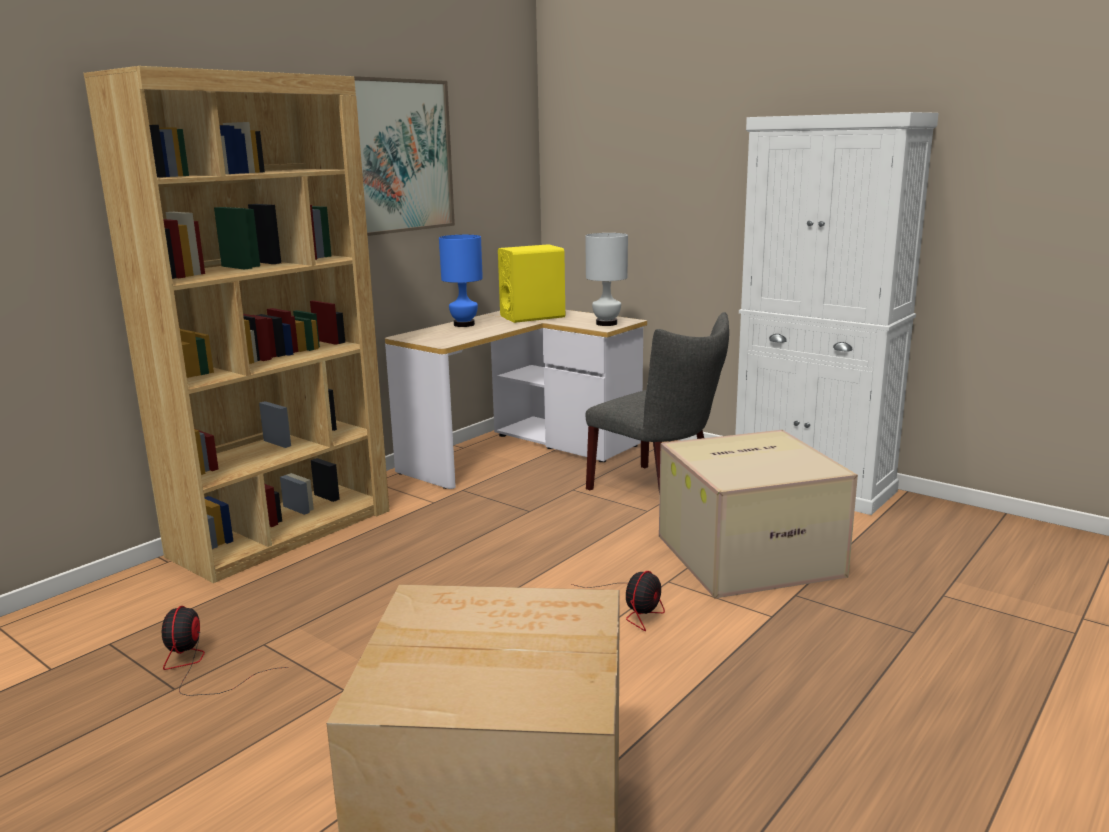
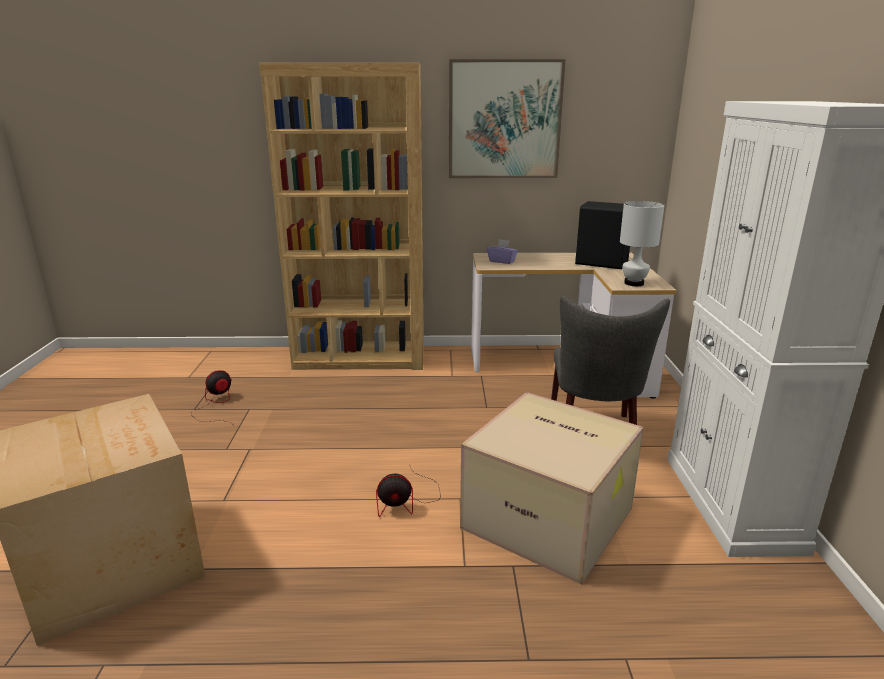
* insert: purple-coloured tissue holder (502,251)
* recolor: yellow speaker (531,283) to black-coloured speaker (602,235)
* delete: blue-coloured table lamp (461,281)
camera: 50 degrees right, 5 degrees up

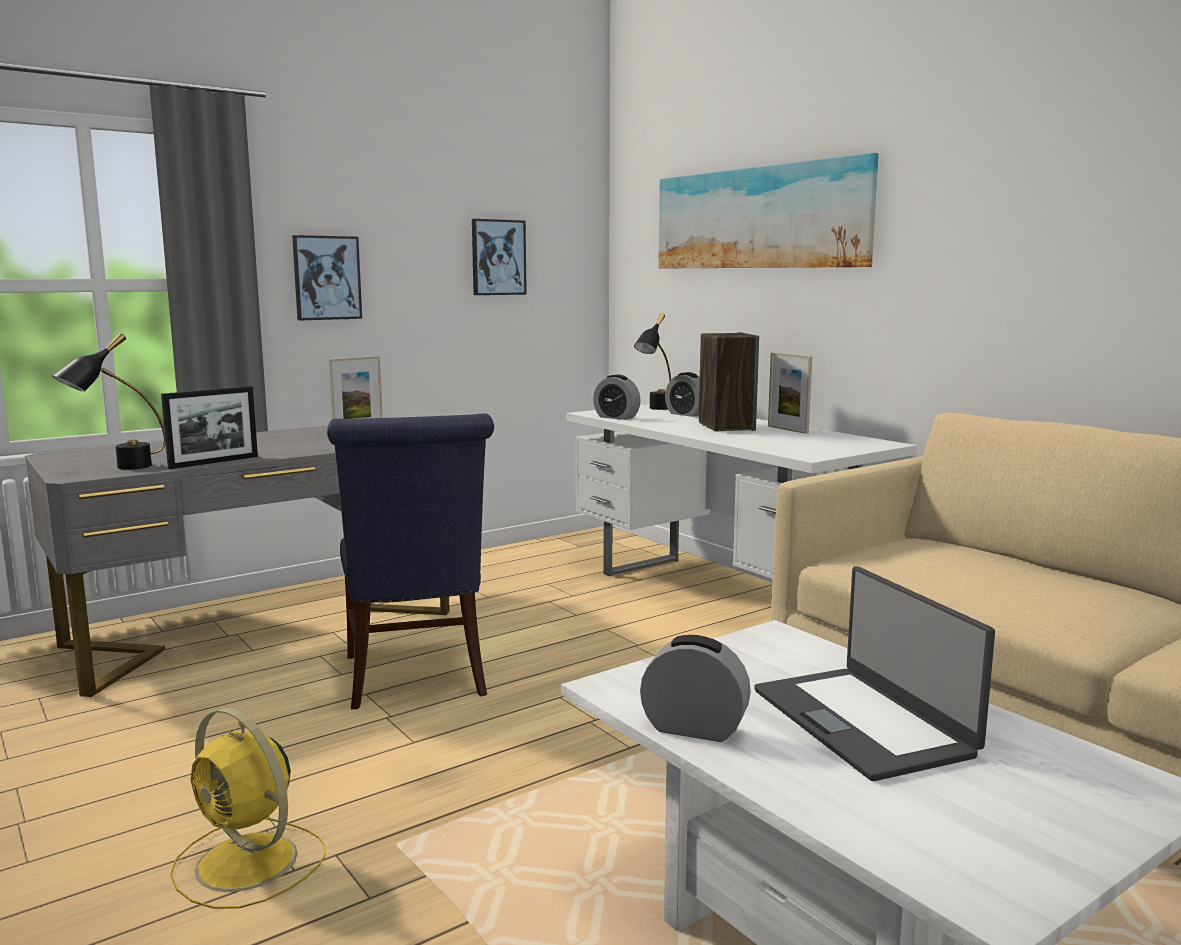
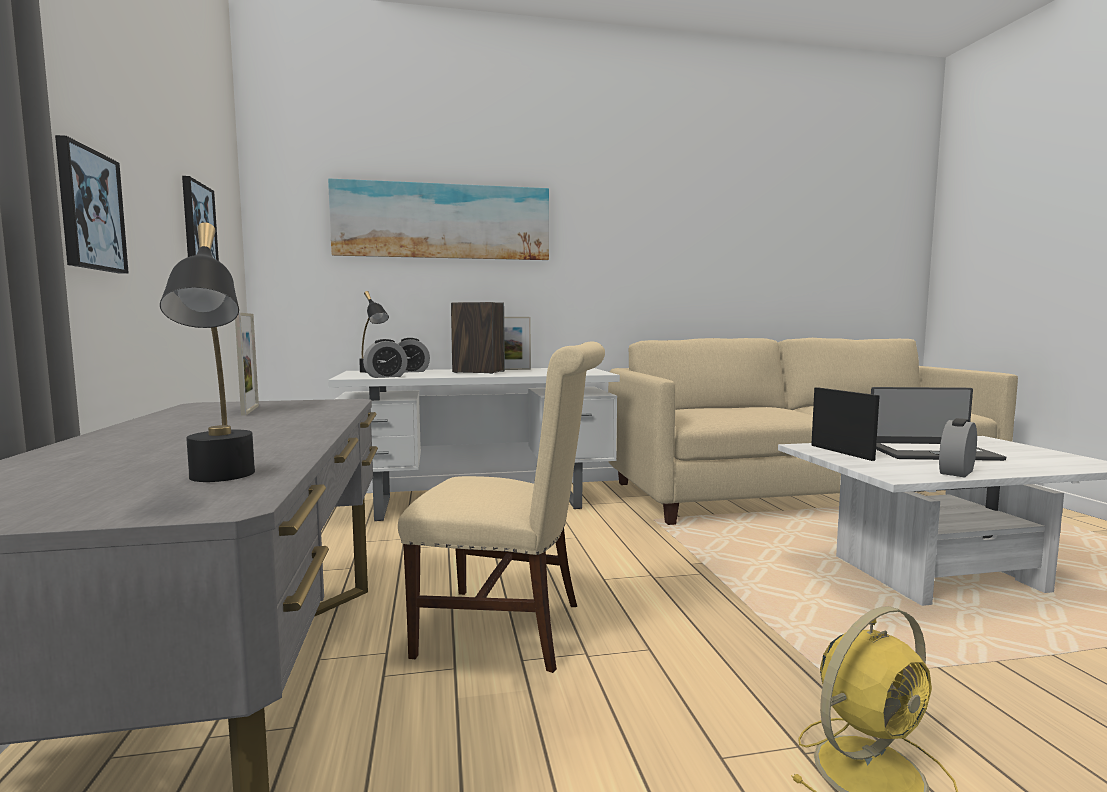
* recolor: blue-coloured plain chair (410,561) to sand-coloured plain chair (501,507)
* move: picture frame (209,427) to (845,424)
camera: 65 degrees left, 5 degrees down

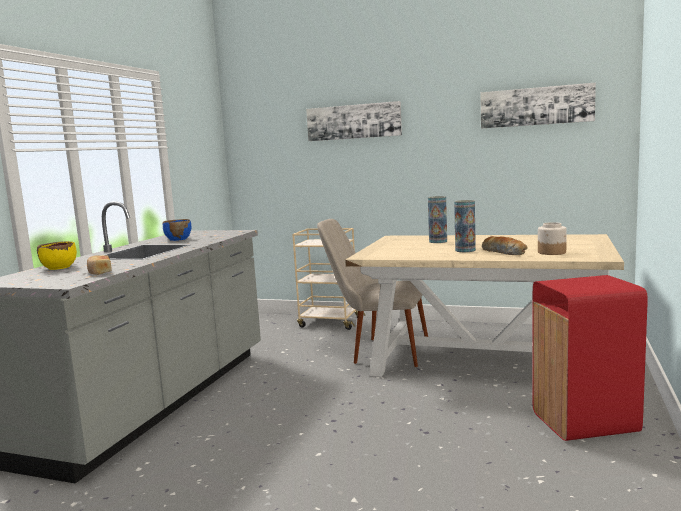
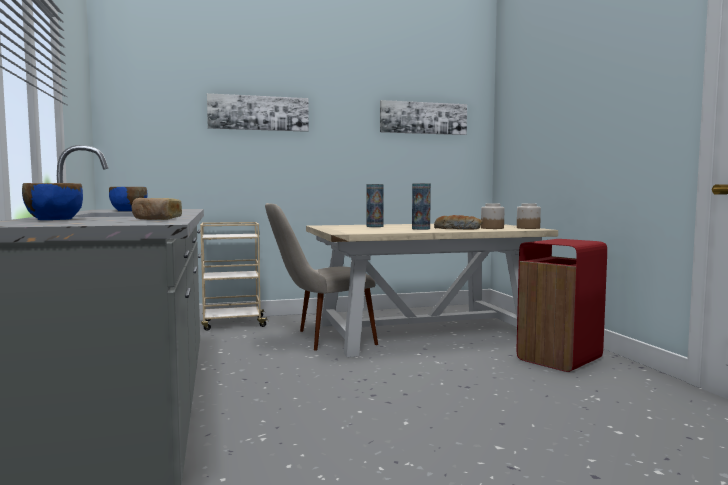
* recolor: yellow deep dish (57,255) to blue-coloured deep dish (52,201)
* insert: jar (529,216)
camera: 35 degrees left, 5 degrees down

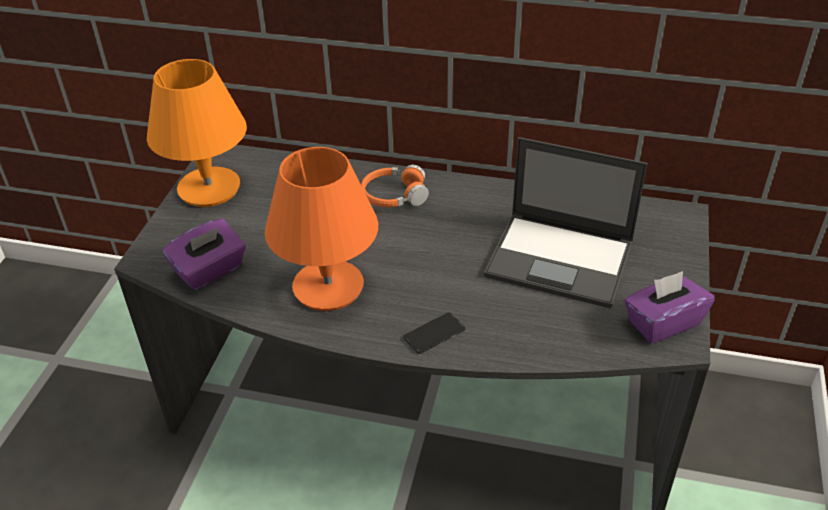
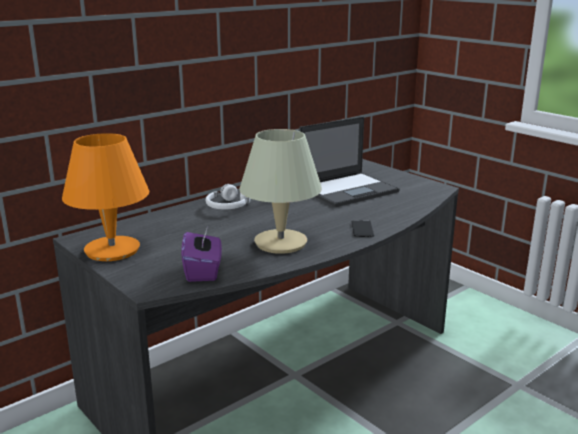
* recolor: orangey headphones (395,186) to whitish headphones (228,196)
* recolor: orangey table lamp (321,229) to sand-coloured table lamp (280,191)
* delete: purple-coloured tissue holder (669,307)
camera: 55 degrees left, 20 degrees down

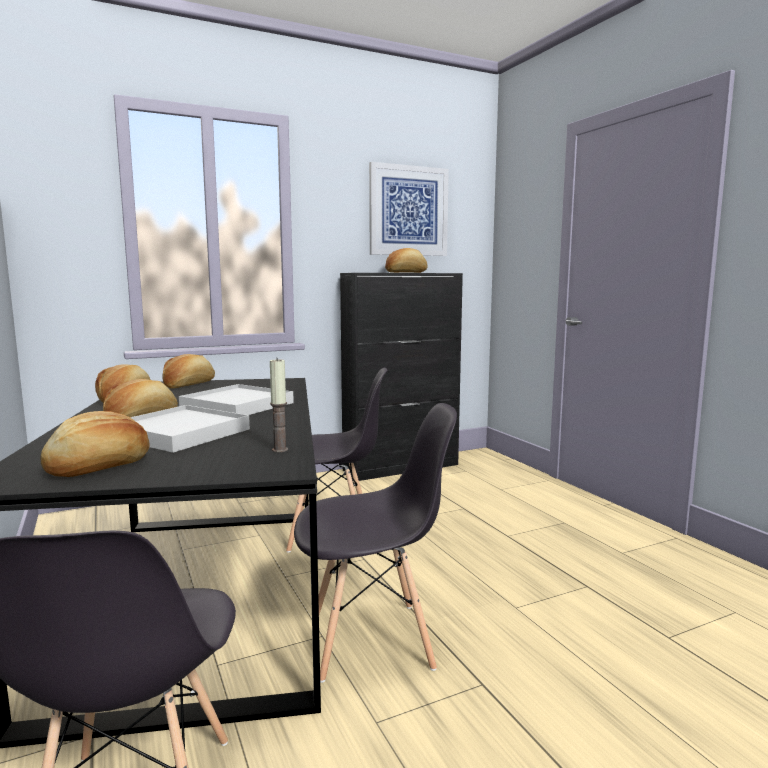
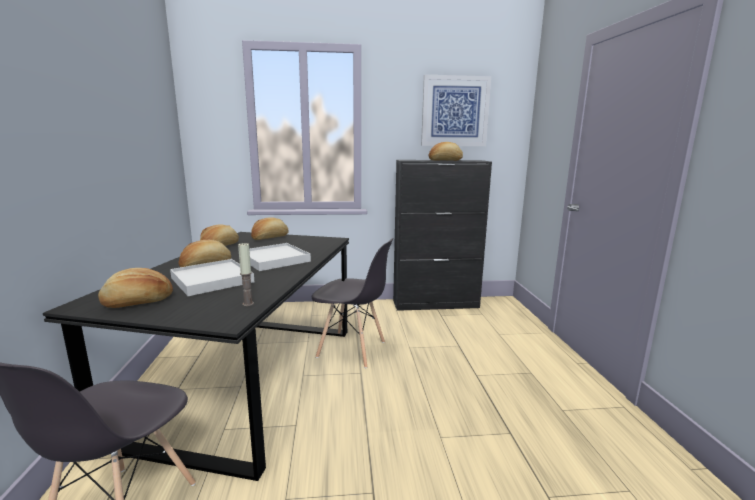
* delete: greyish plain chair (375,543)
camera: 20 degrees right, 5 degrees up

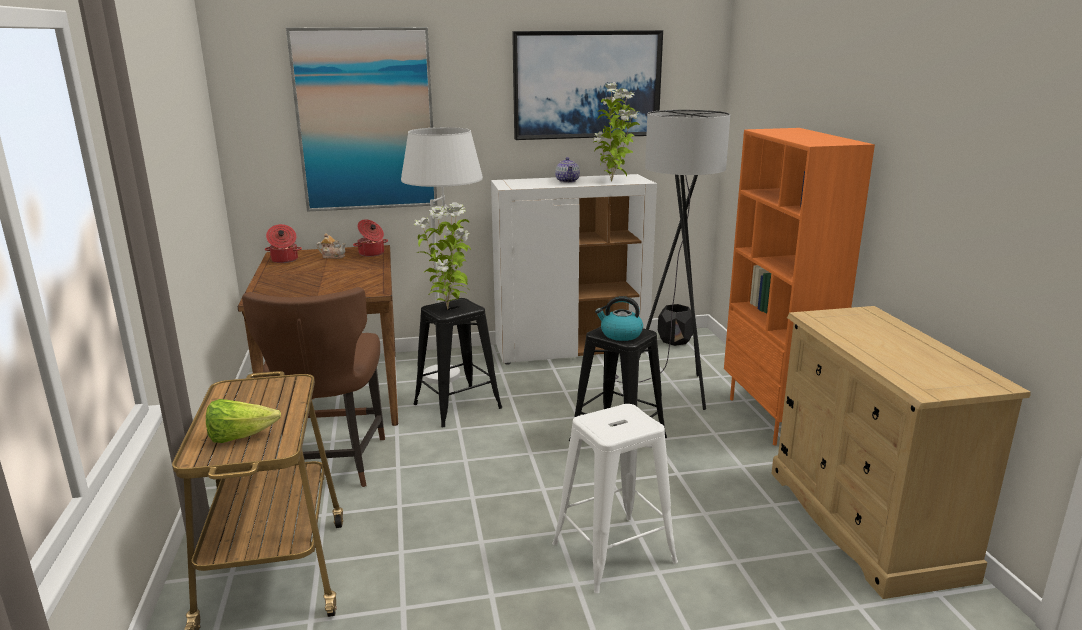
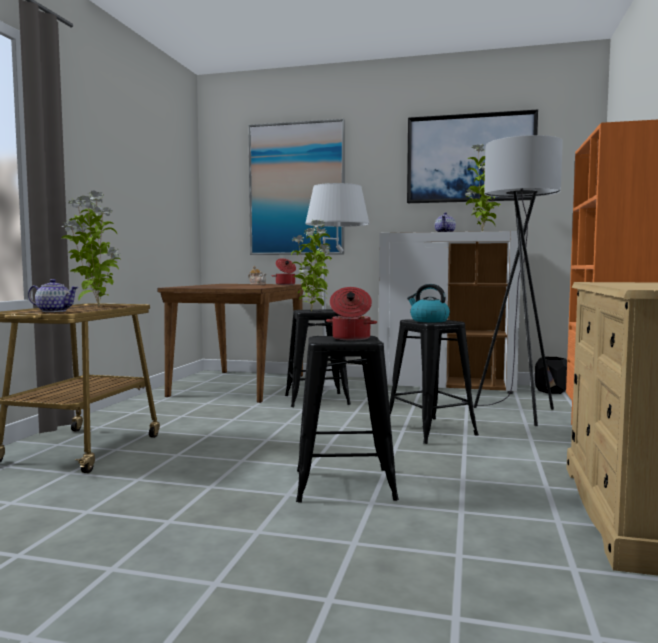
* replace: lettuce (243,421) to pot for tea (53,295)
* insert: plant in a pot (91,249)
* recolor: whitish stool (615,498) to black-coloured stool (347,419)
* move: cooking pot (283,243) to (351,314)
* delete: brown-coloured plain chair (313,387)
camera: 25 degrees right, 15 degrees down

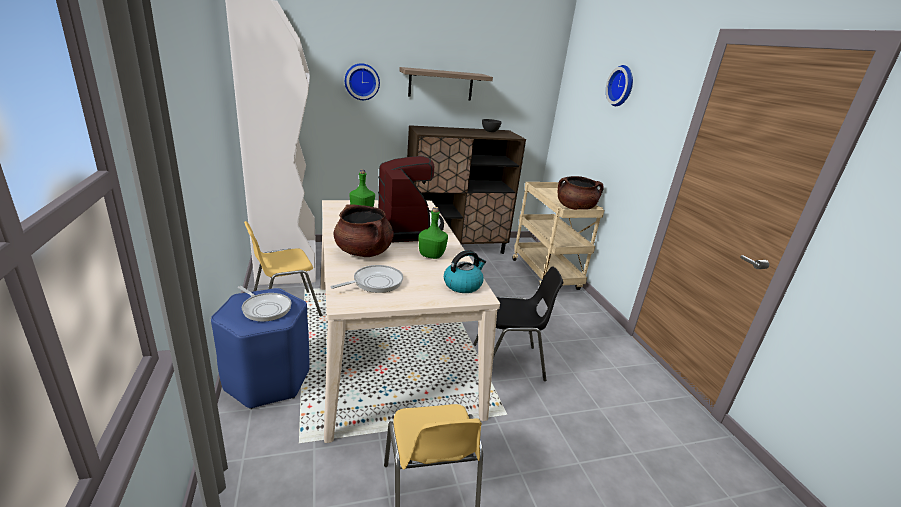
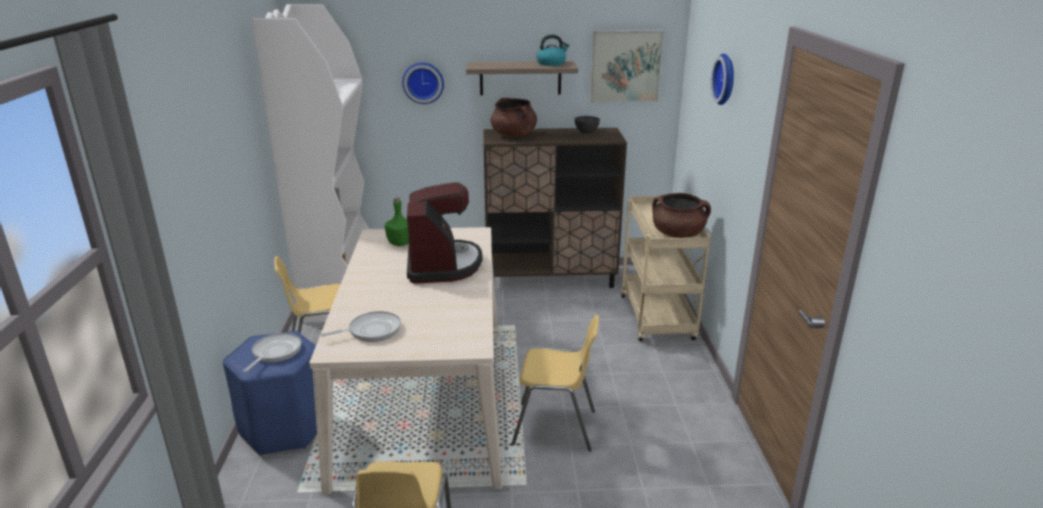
* rotate: frying pan (264,304) = (272,352) 120 degrees counterclockwise
* move: brown-coloured cooking pot (364,230) to (514,118)
* recolor: black-coloured plain chair (518,324) to yellow plain chair (555,383)
* move: water kettle (465,271) to (552,50)
* insert: wall picture (627,66)
* delete: green bottle (433,233)
camera: 15 degrees right, 0 degrees up

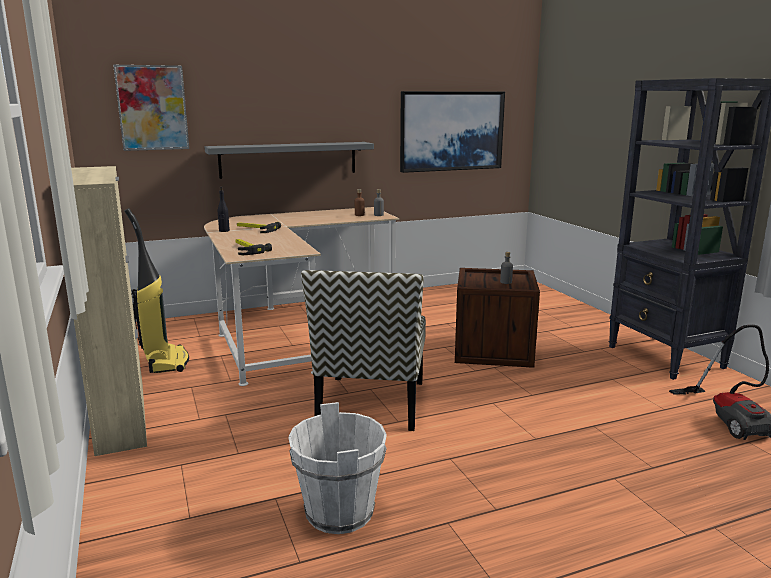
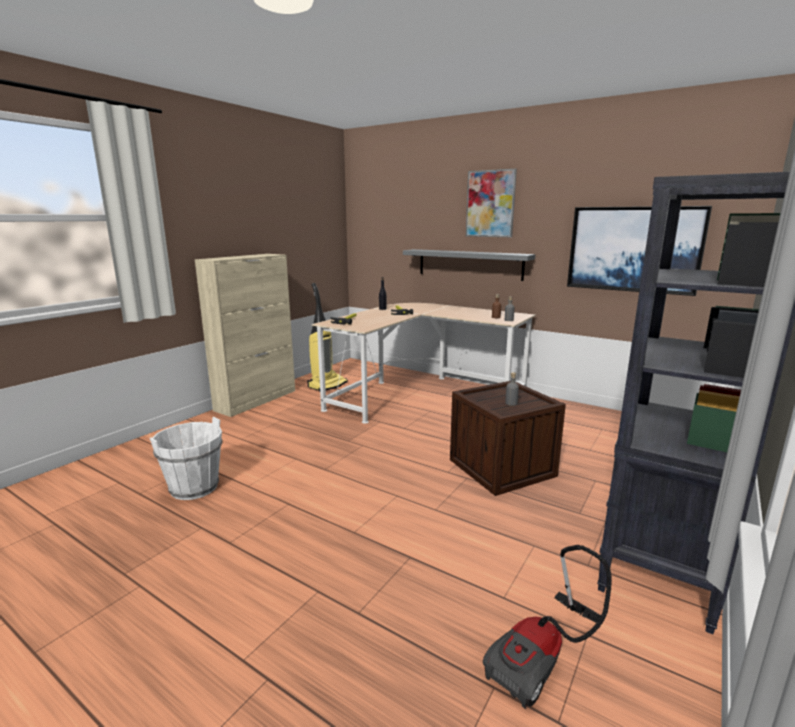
* move: wall picture (151,108) to (491,203)
* delete: plain chair (363,350)
camera: 55 degrees right, 0 degrees up

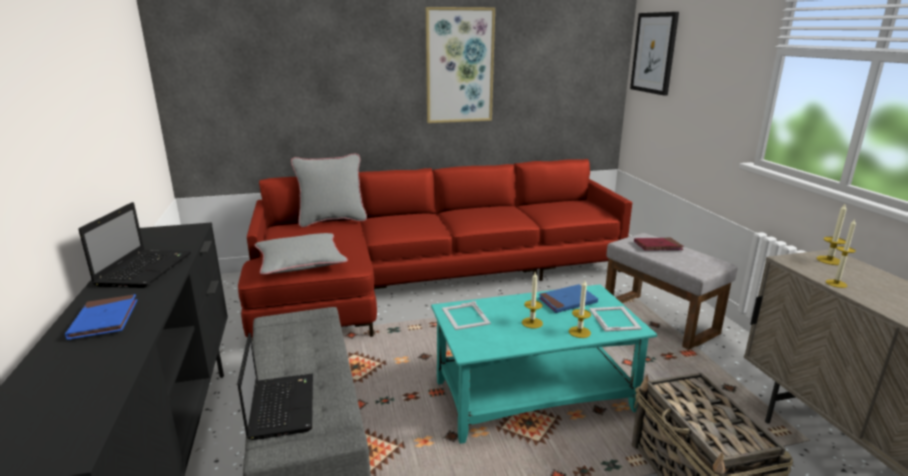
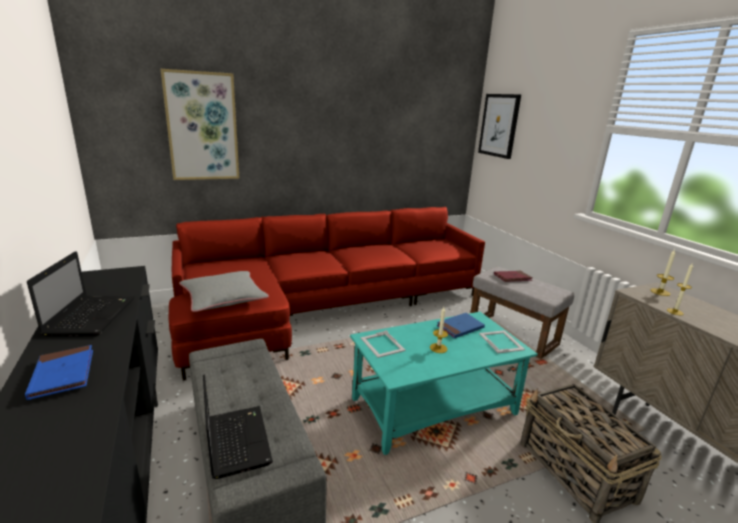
* move: wall picture (460,65) to (200,124)
* delete: greyish cushion (329,190)
* delete: wax light (580,309)
camera: 10 degrees left, 0 degrees up

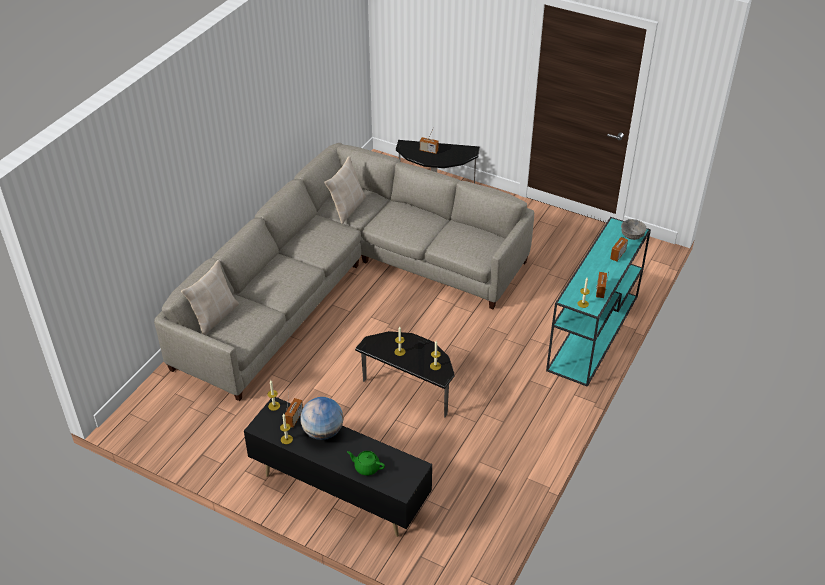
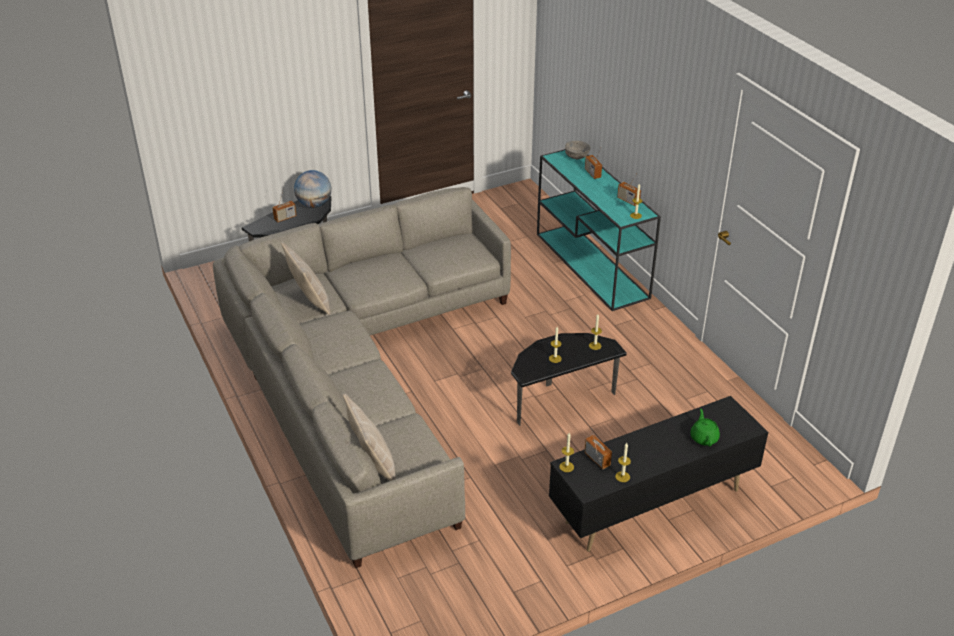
* move: globe (321,418) to (313,189)
* rotate: green pot for tea (366,463) = (705,427) 120 degrees clockwise
camera: 55 degrees left, 5 degrees down

